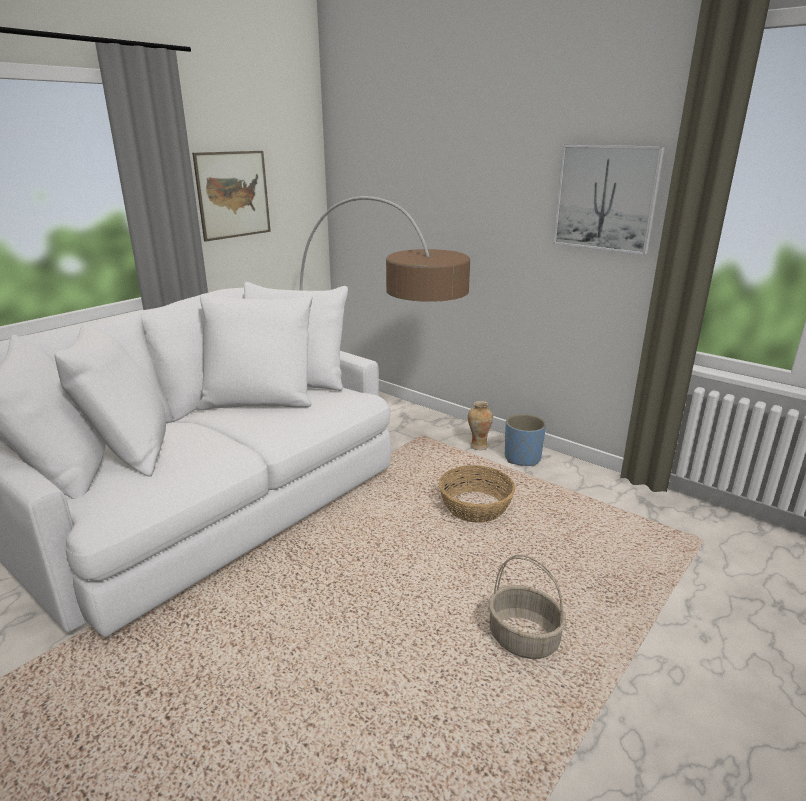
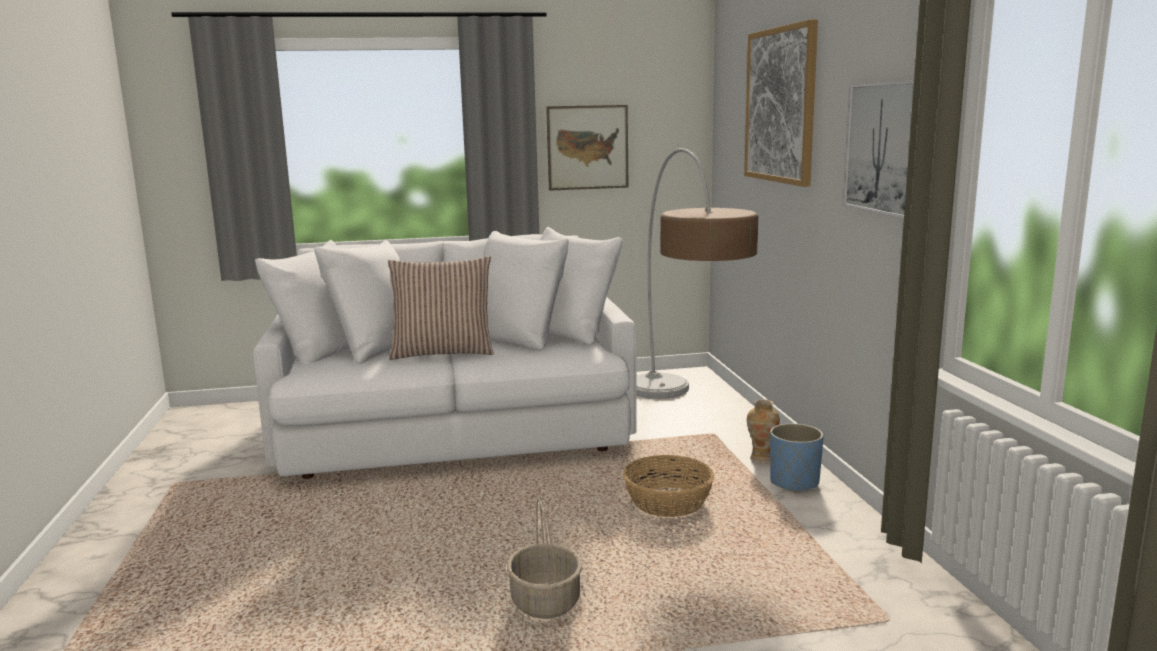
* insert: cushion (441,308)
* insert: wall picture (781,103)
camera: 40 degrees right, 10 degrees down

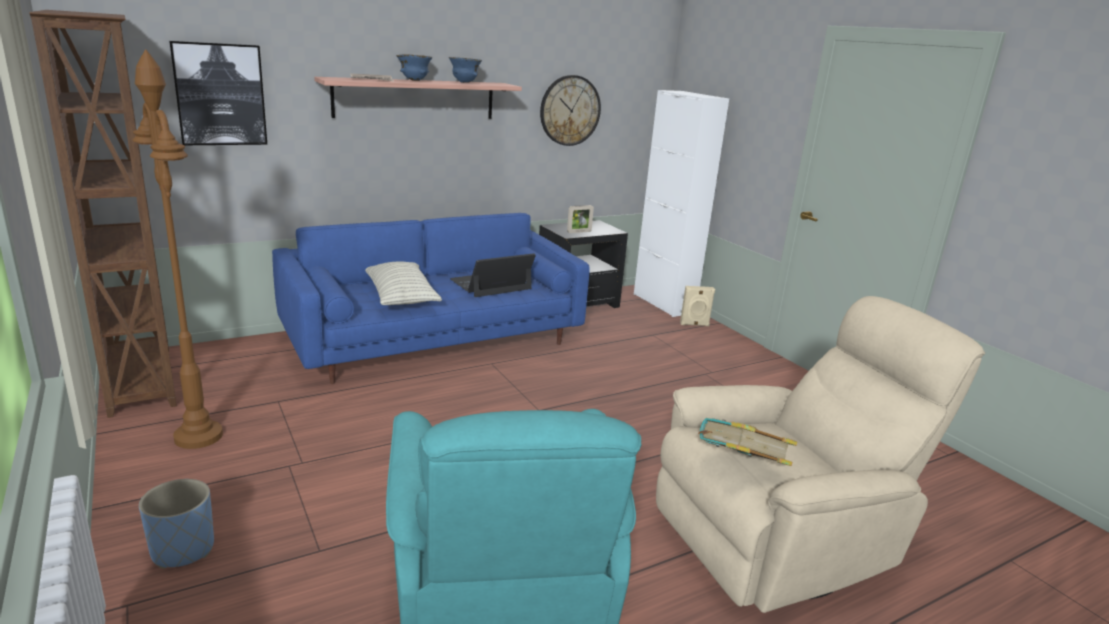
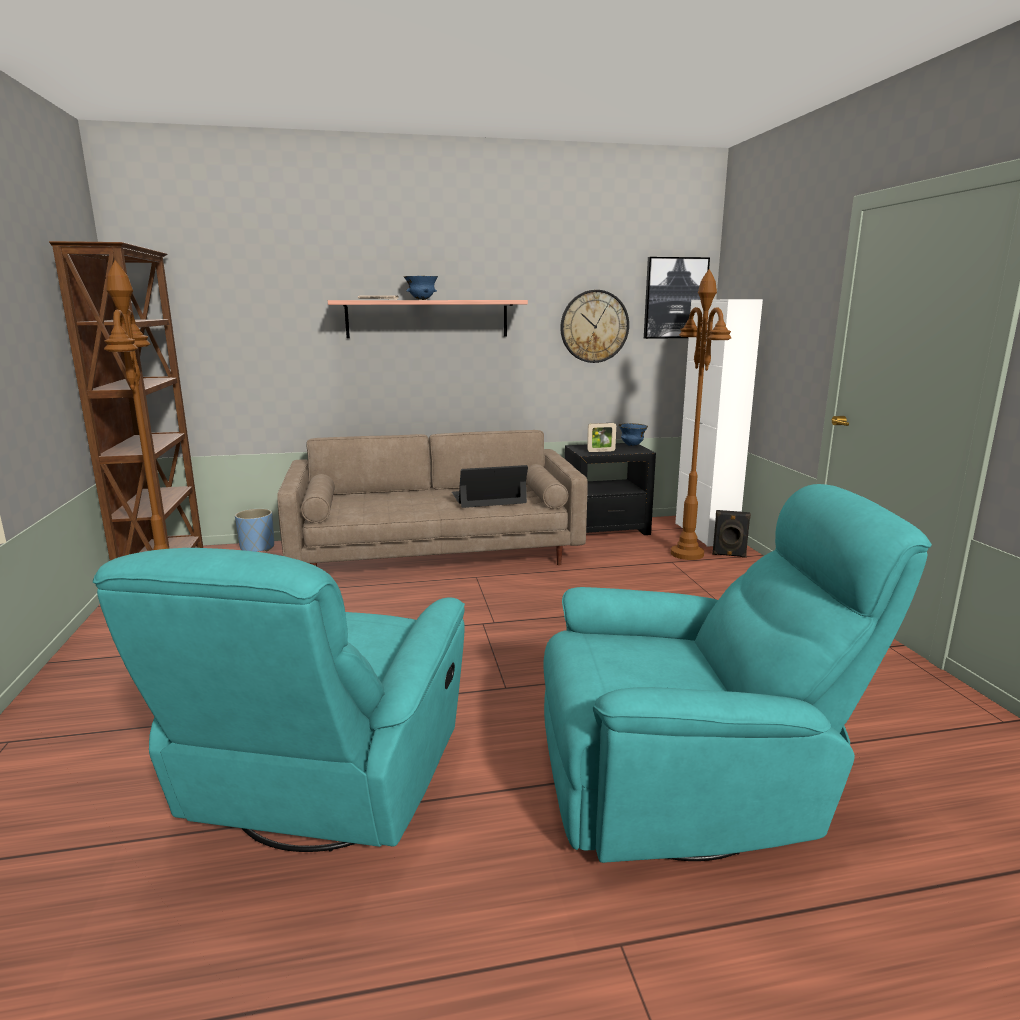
* move: blue-coloured planter (176,524) to (254,530)
* recolor: blue-coloured sofa (431,298) to sand-coloured sofa (432,498)
* recolor: sand-coloured easy chair (820,454) to blue-green easy chair (737,673)
* move: blue-coloured deep dish (465,70) to (633,434)
* move: wall picture (218,93) to (677,298)
* insert: brown-coloured floor lamp (701,414)
* recolor: sand-coloured speaker (697,306) to black-coloured speaker (731,534)
* delete: cushion (403,283)
* delete: book (747,442)
camera: 20 degrees right, 5 degrees down

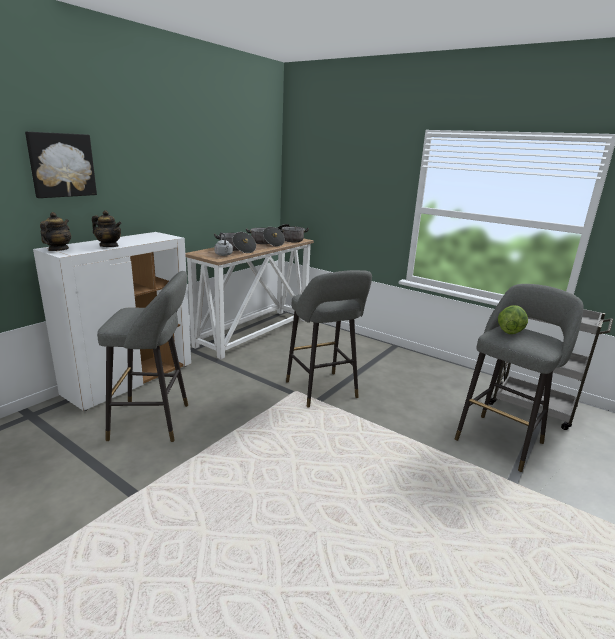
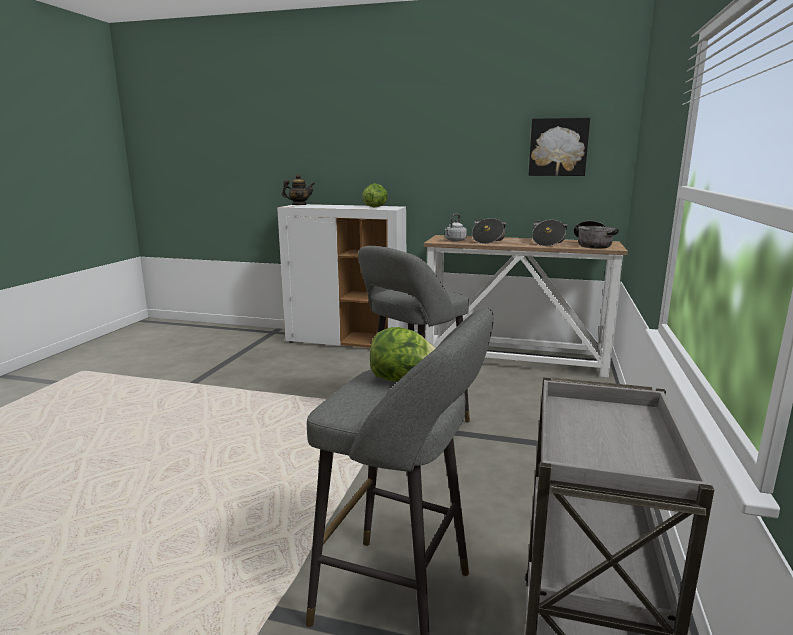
* insert: lettuce (375,195)
* move: wall picture (61,165) to (559,147)
* delete: pot for tea (107,228)
* delete: greyish stool (142,356)
camera: 70 degrees right, 5 degrees down

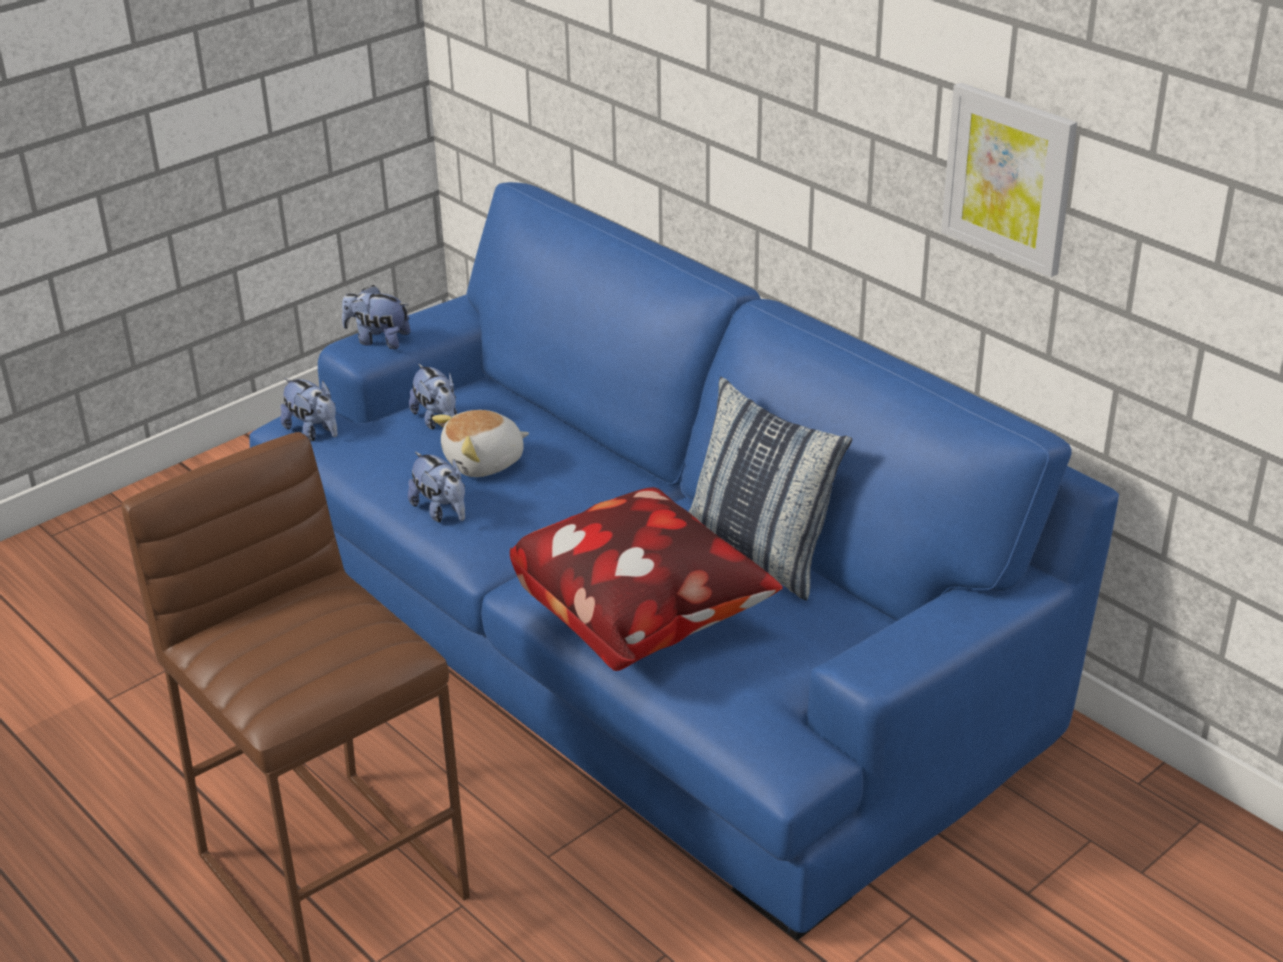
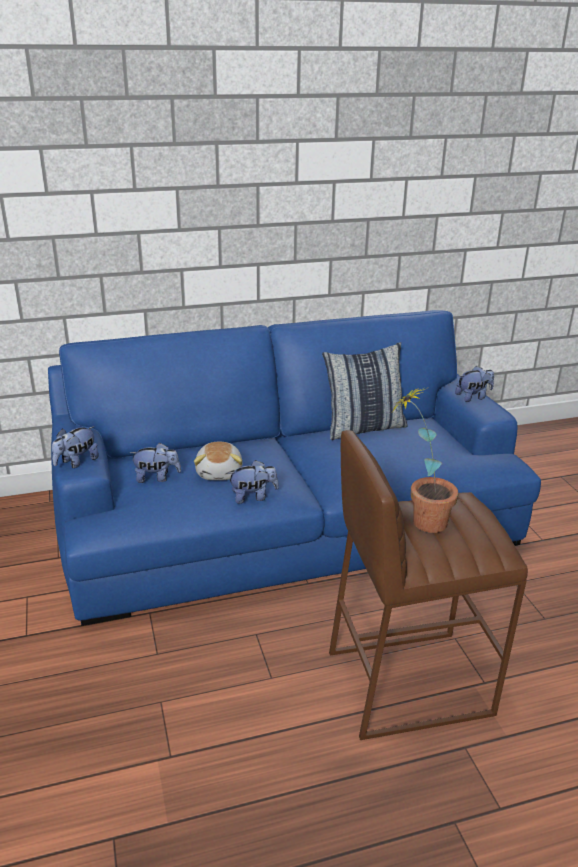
* insert: plant in a pot (425,460)
* move: cuddly toy (309,409) to (474,384)
* delete: cushion (646,579)
* delete: wall picture (1009,179)
camera: 65 degrees left, 5 degrees down

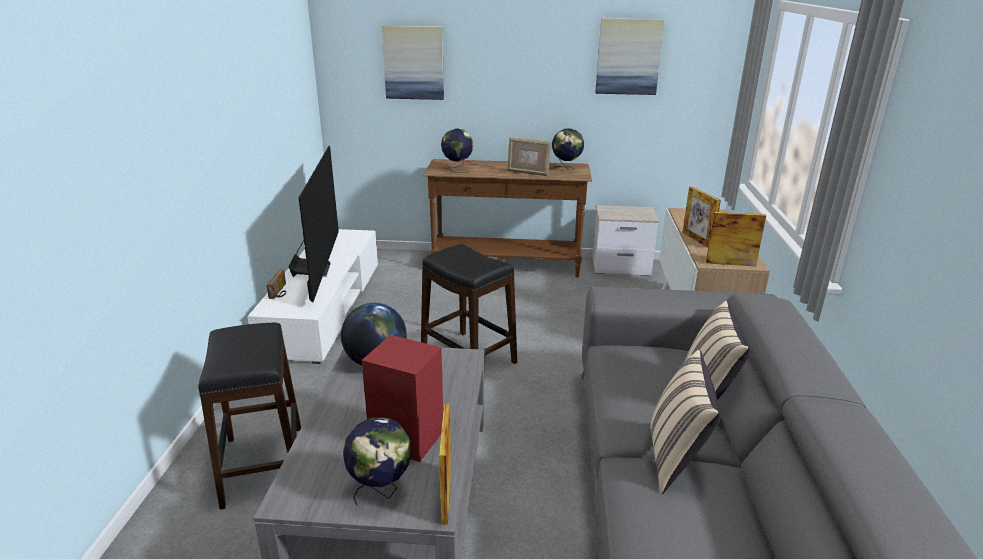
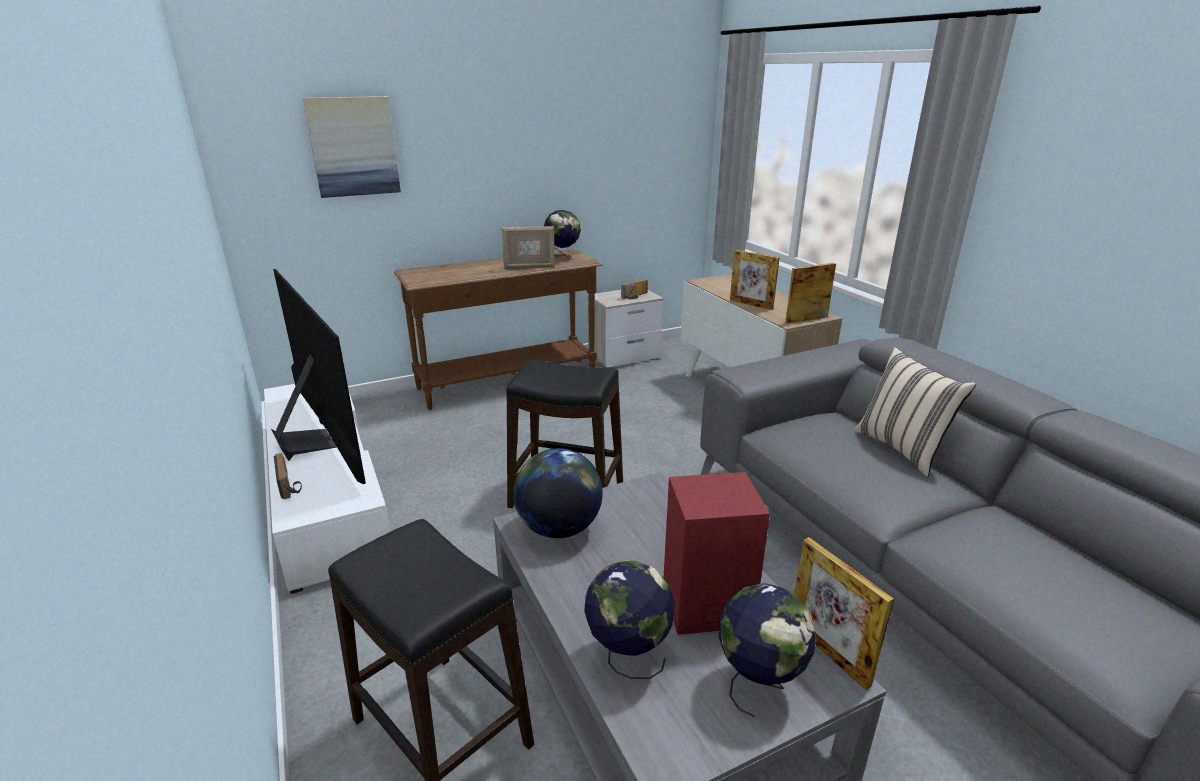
* move: globe (457,150) to (629,619)
* insert: radio set (634,289)
* delete: wall picture (630,56)
* delete: sand-coloured cushion (685,422)
camera: 30 degrees left, 0 degrees up

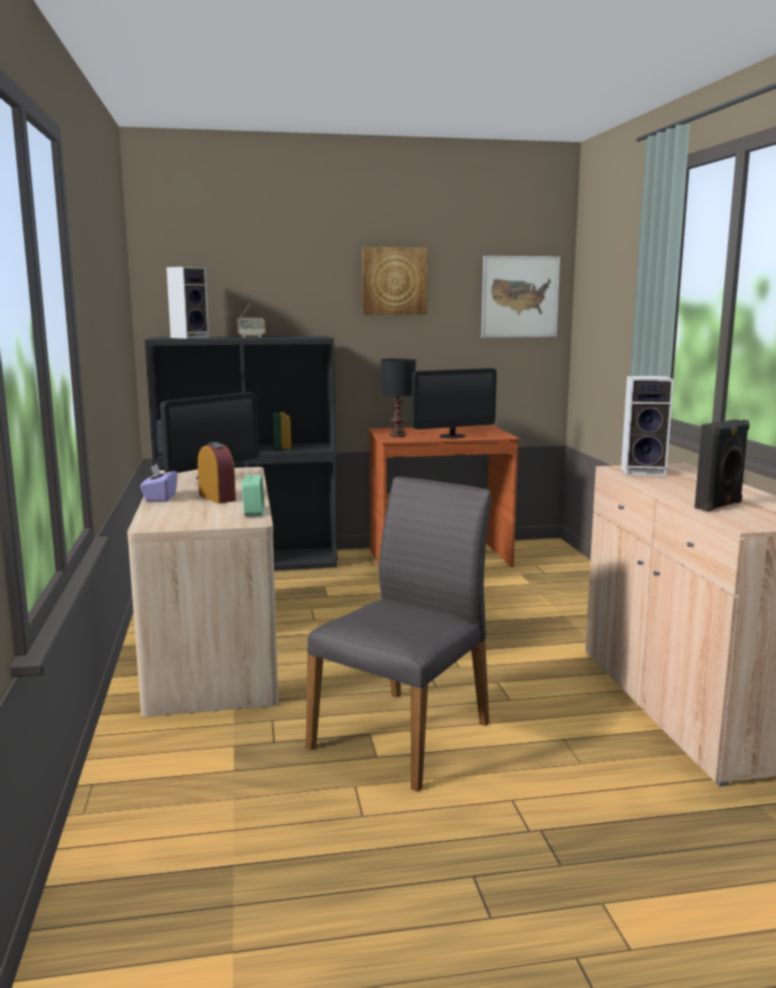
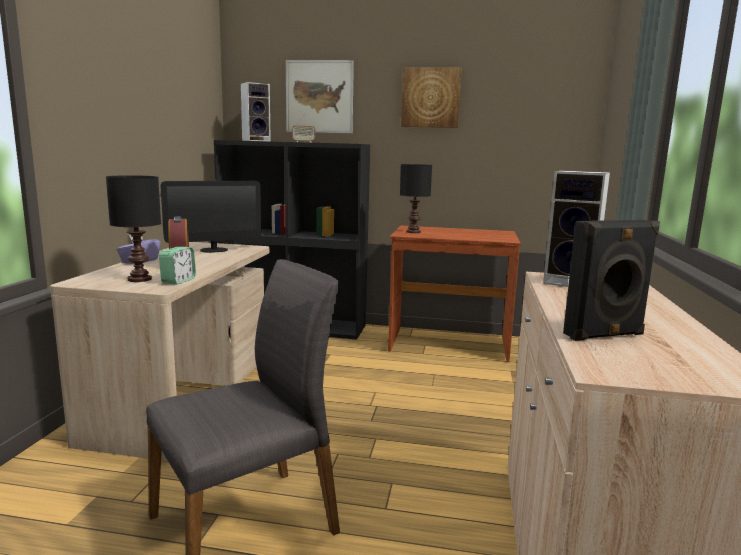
* insert: black-coloured table lamp (133,228)
* move: wall picture (520,297) to (320,96)
* delete: computer display (454,403)
camera: 20 degrees right, 0 degrees up

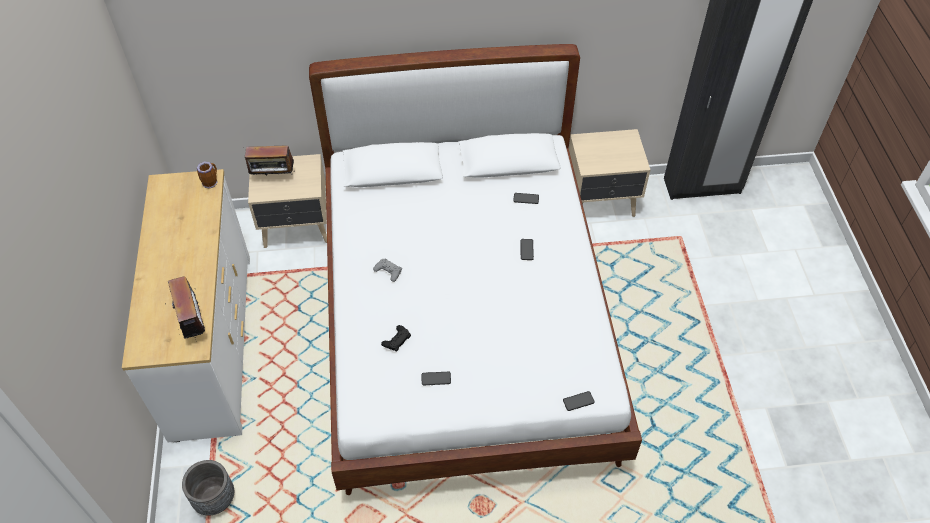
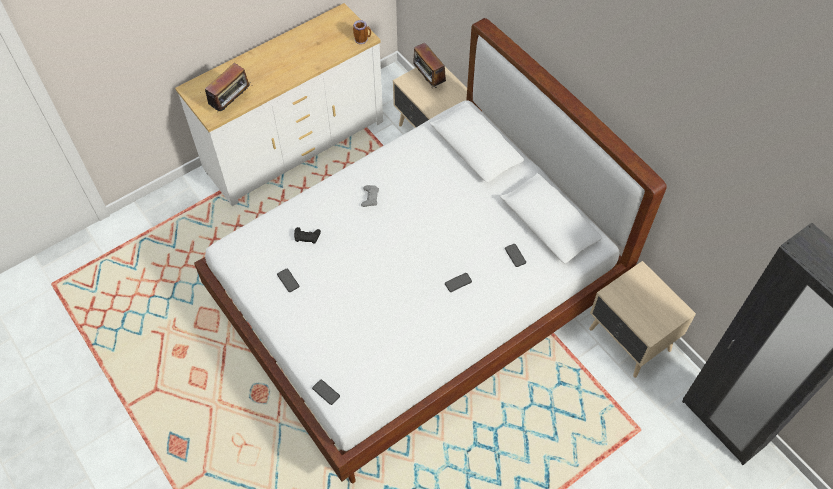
* delete: greyish planter (208,488)
camera: 60 degrees right, 5 degrees up

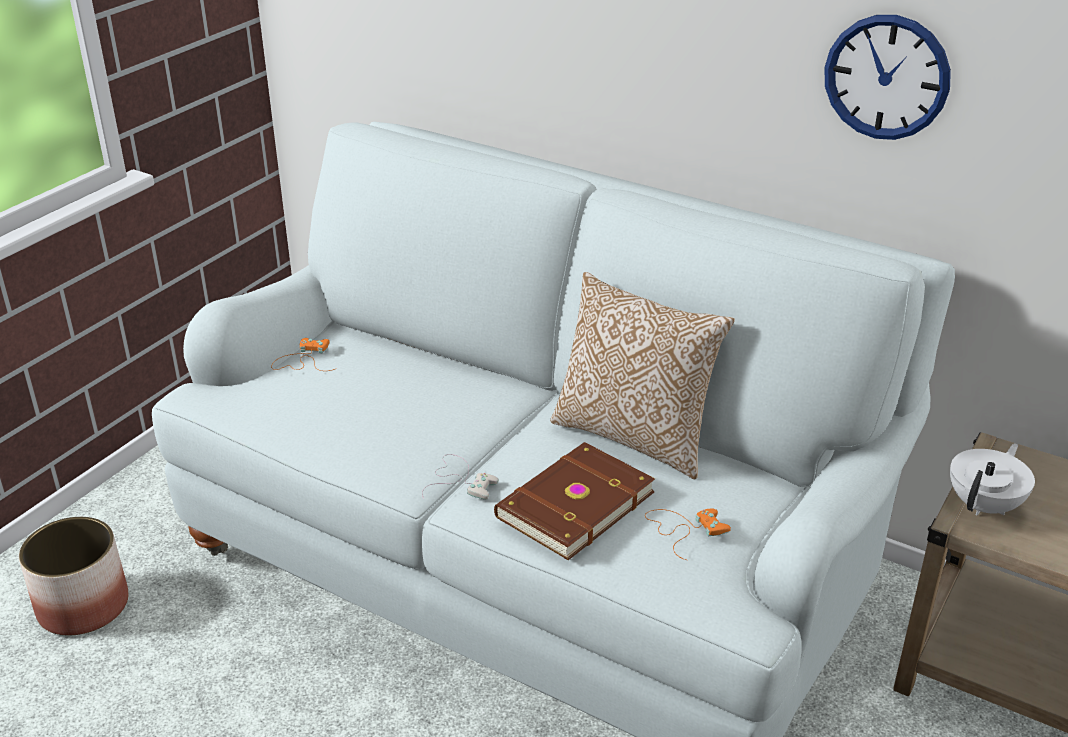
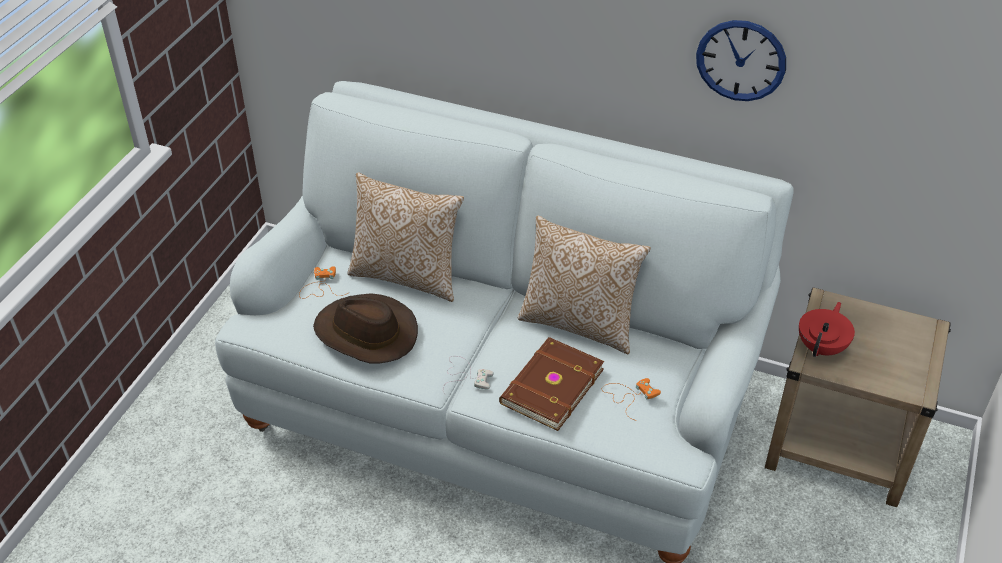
* insert: brown-coloured wearable hat (365,328)
* insert: cushion (405,237)
* recolor: whitish pot for tea (992,479) to red pot for tea (827,329)
* delete: planter (73,576)
camera: 10 degrees left, 10 degrees up

